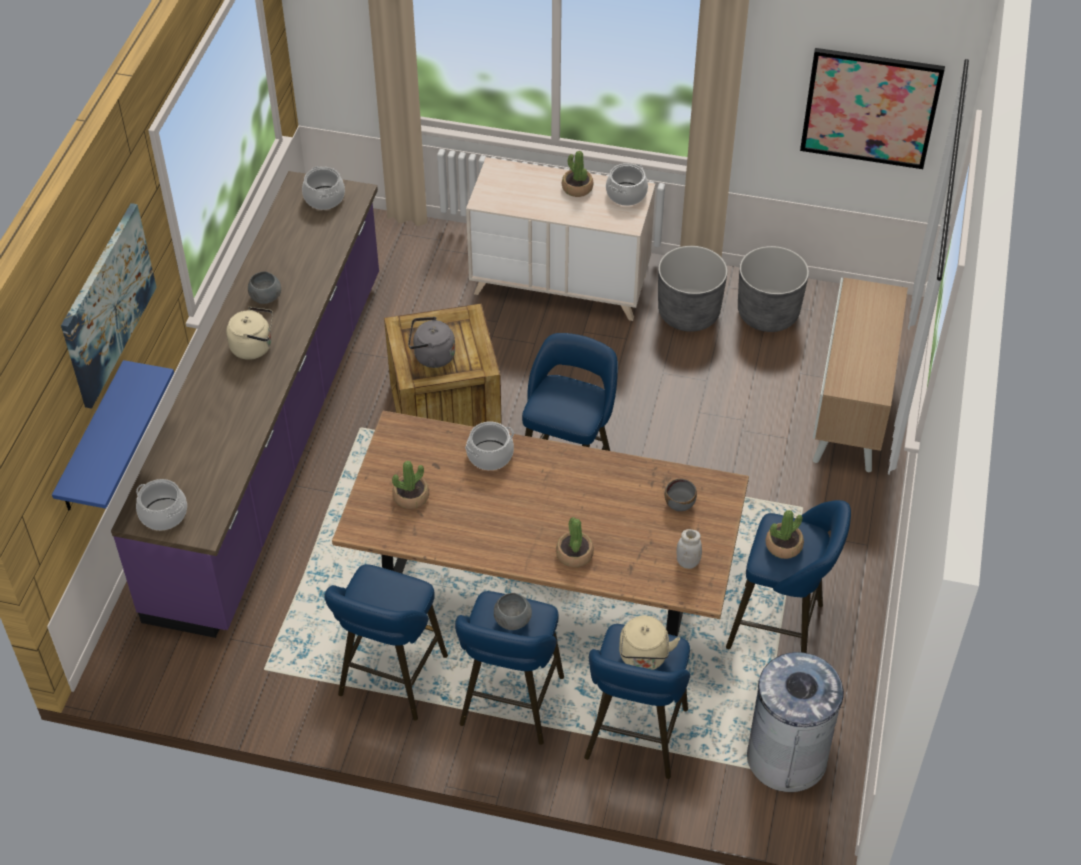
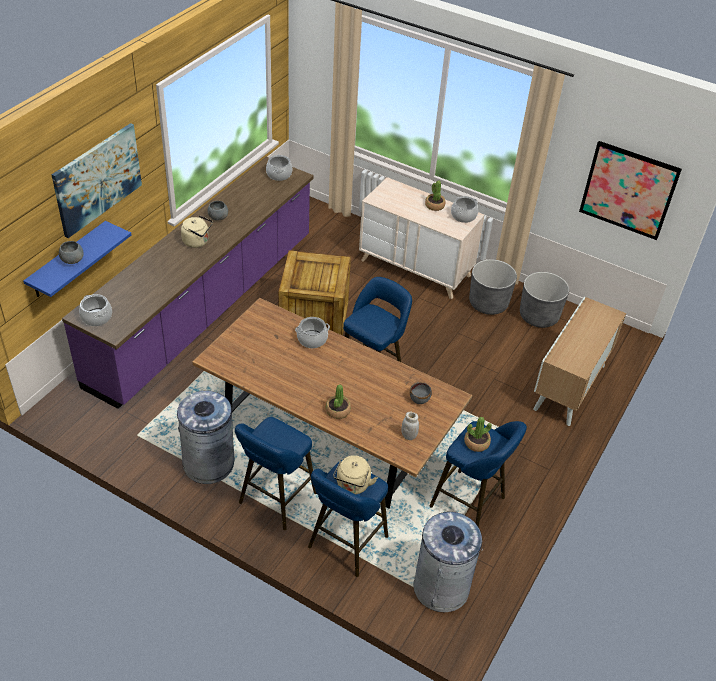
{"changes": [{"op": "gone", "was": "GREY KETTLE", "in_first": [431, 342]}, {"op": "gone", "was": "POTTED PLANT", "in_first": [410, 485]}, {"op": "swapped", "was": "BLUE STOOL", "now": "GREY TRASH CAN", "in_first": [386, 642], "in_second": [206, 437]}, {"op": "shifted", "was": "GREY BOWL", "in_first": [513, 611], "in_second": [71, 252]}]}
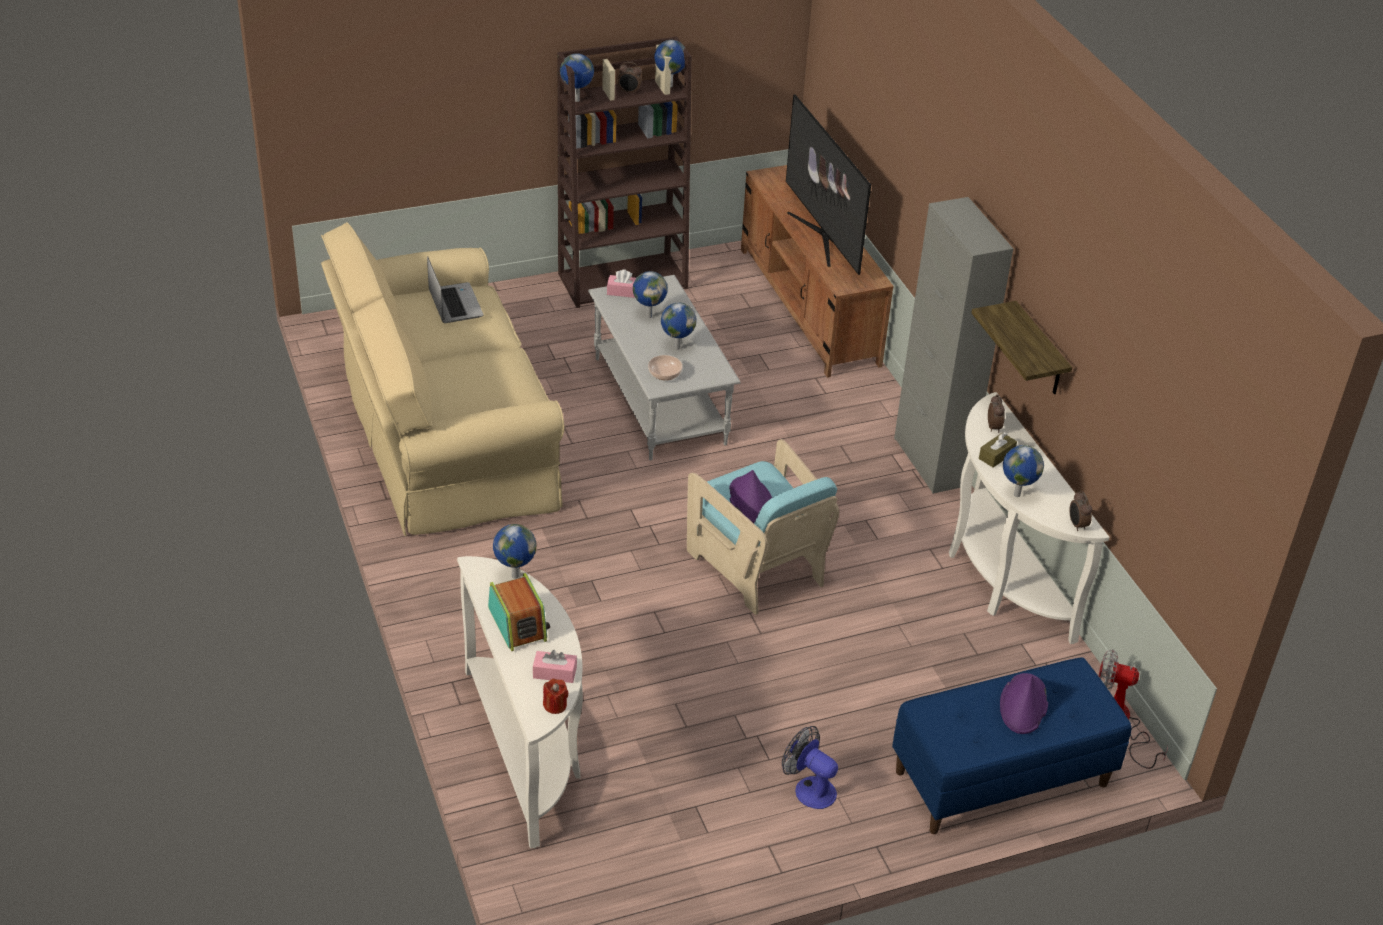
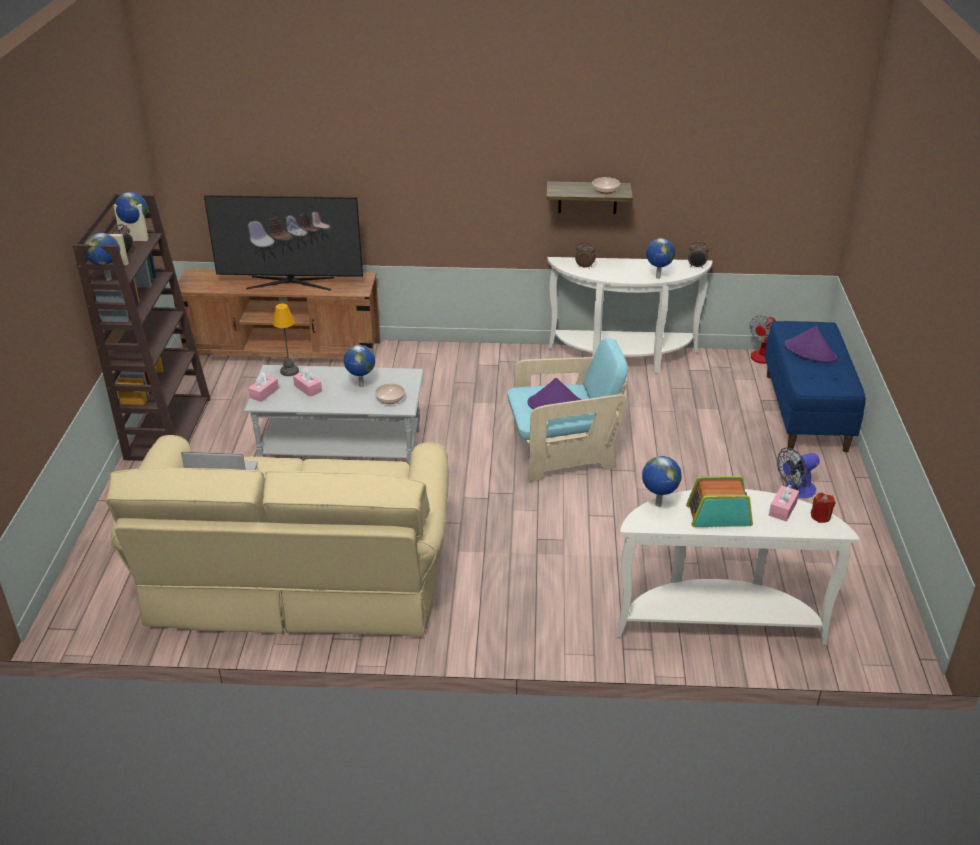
{"changes": [{"op": "gone", "was": "GREY CABINET", "in_first": [953, 345]}, {"op": "swapped", "was": "GLOBE", "now": "PINK TISSUE BOX", "in_first": [650, 294], "in_second": [307, 382]}, {"op": "gone", "was": "BROWN TISSUE BOX", "in_first": [998, 450]}, {"op": "new", "now": "BOWL", "in_second": [606, 185]}, {"op": "new", "now": "TABLE LAMP", "in_second": [285, 339]}]}
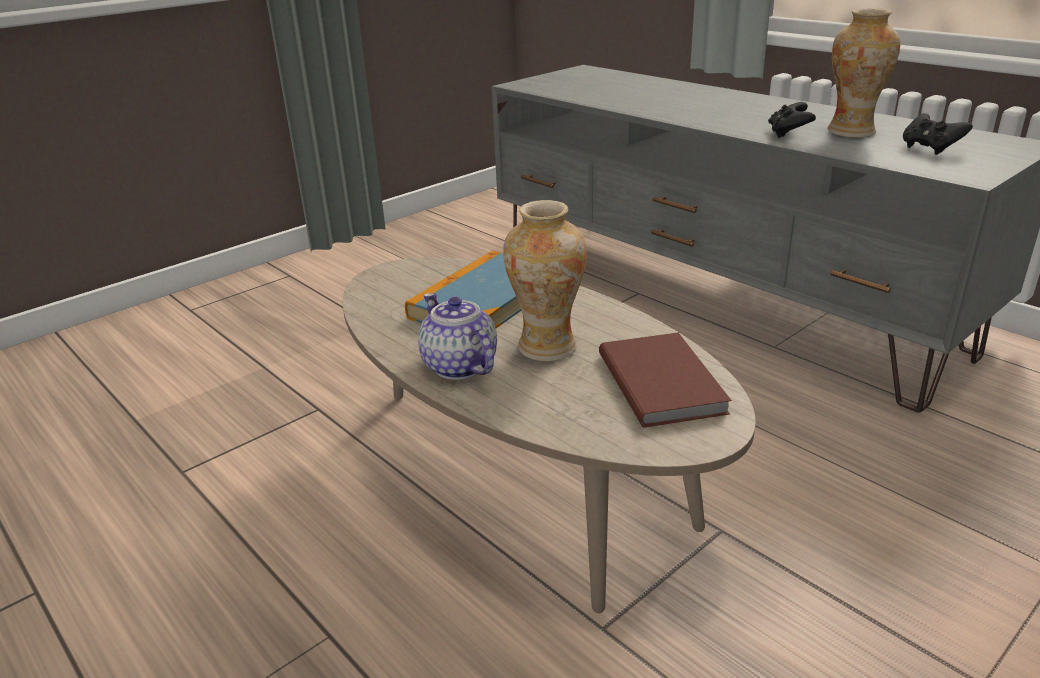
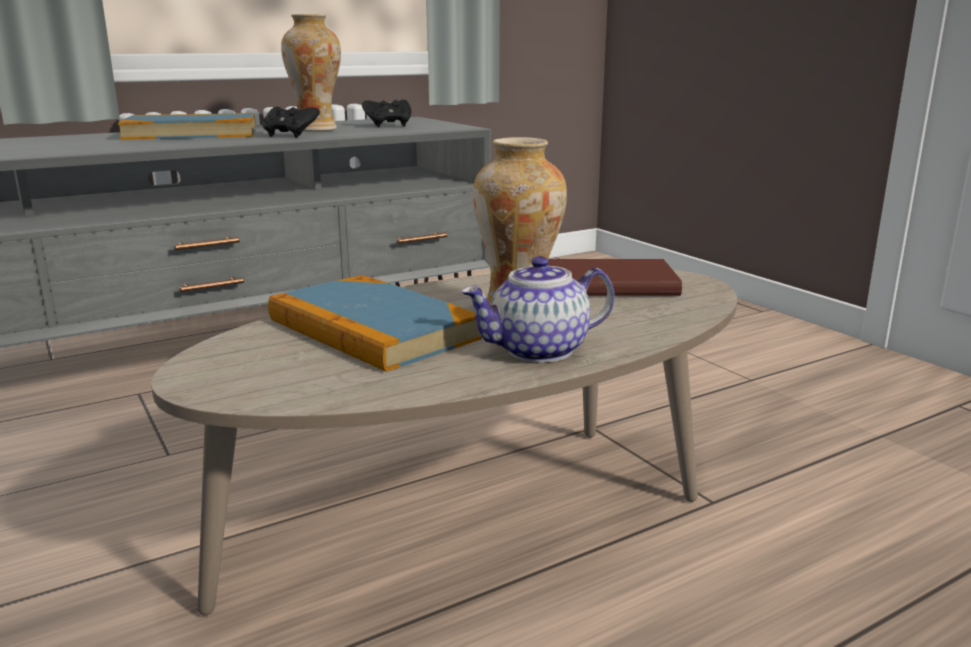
{"changes": [{"op": "new", "now": "BOOK", "in_second": [187, 126]}]}
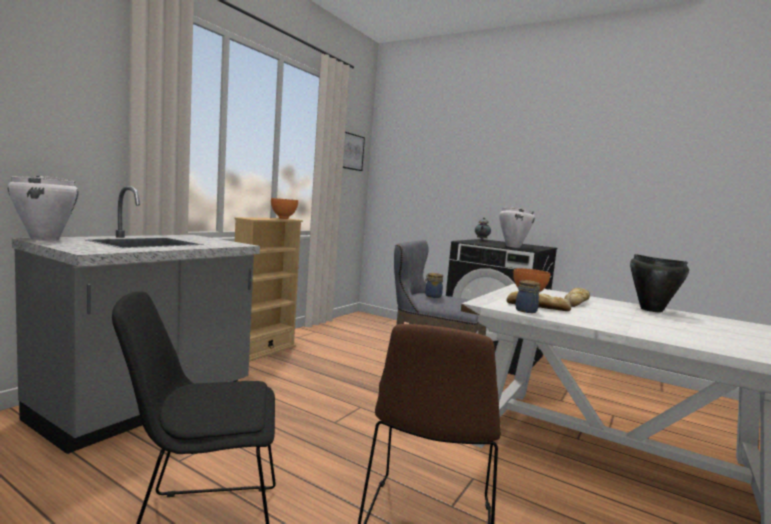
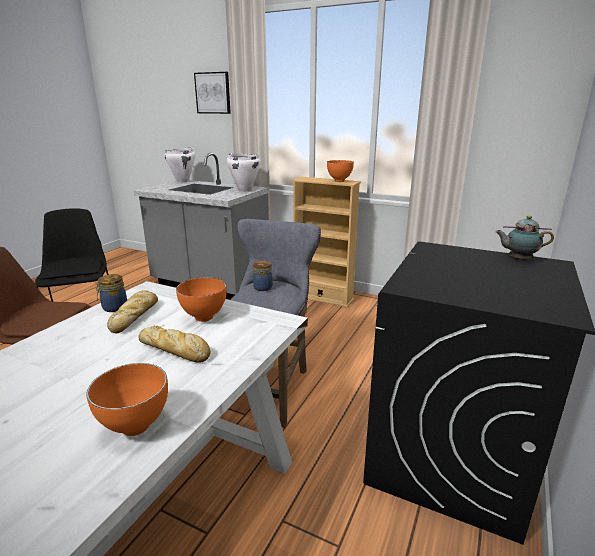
{"changes": [{"op": "shifted", "was": "PICTURE", "in_first": [354, 151], "in_second": [212, 93]}, {"op": "shifted", "was": "WHITE COOKING POT", "in_first": [517, 228], "in_second": [244, 172]}, {"op": "swapped", "was": "BLACK COOKING POT", "now": "ORANGE BOWL", "in_first": [659, 283], "in_second": [127, 399]}]}
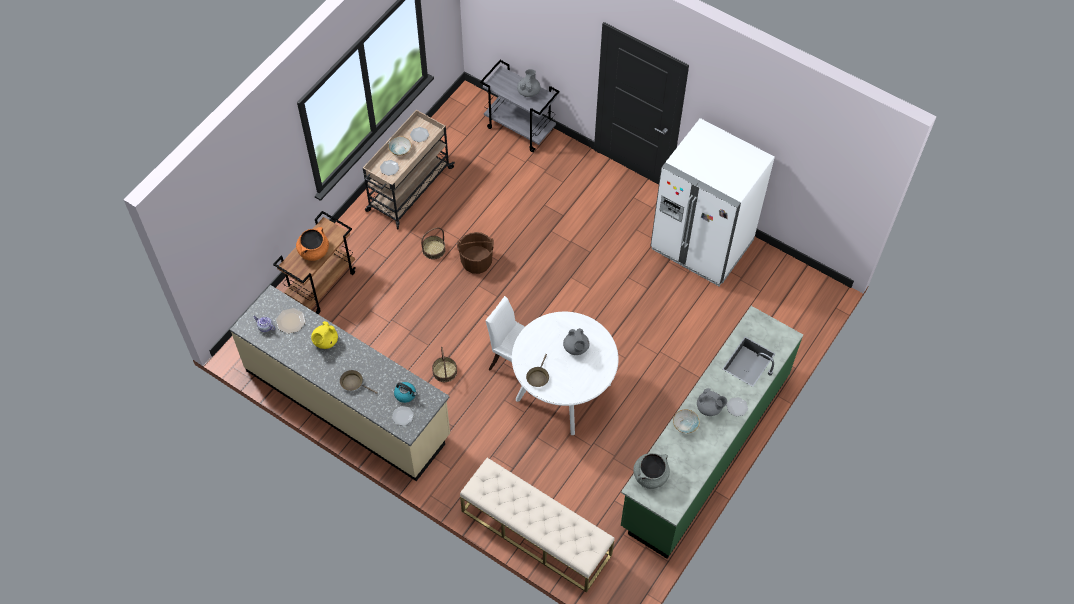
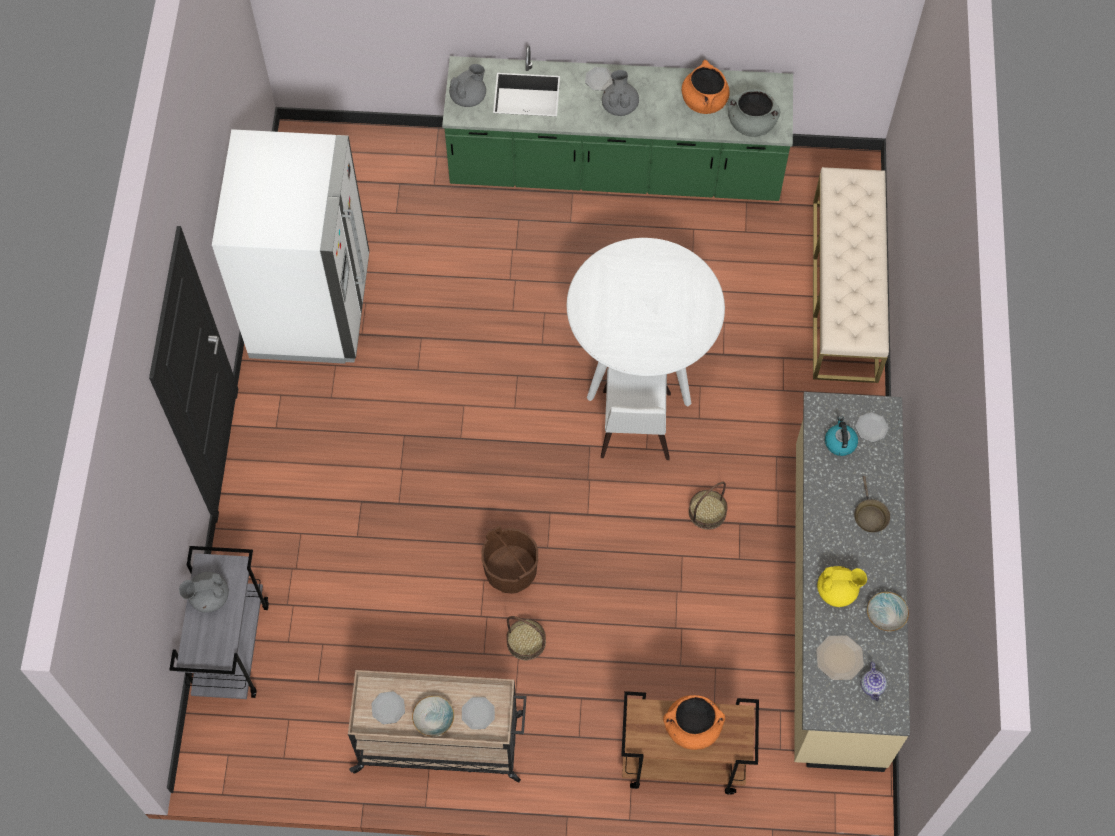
{"changes": [{"op": "shifted", "was": "GREY TEAPOT", "in_first": [576, 341], "in_second": [467, 85]}, {"op": "gone", "was": "BROWN FRYING PAN", "in_first": [537, 370]}, {"op": "shifted", "was": "BOWL", "in_first": [686, 421], "in_second": [888, 611]}, {"op": "new", "now": "ORANGE COOKING POT", "in_second": [706, 87]}]}
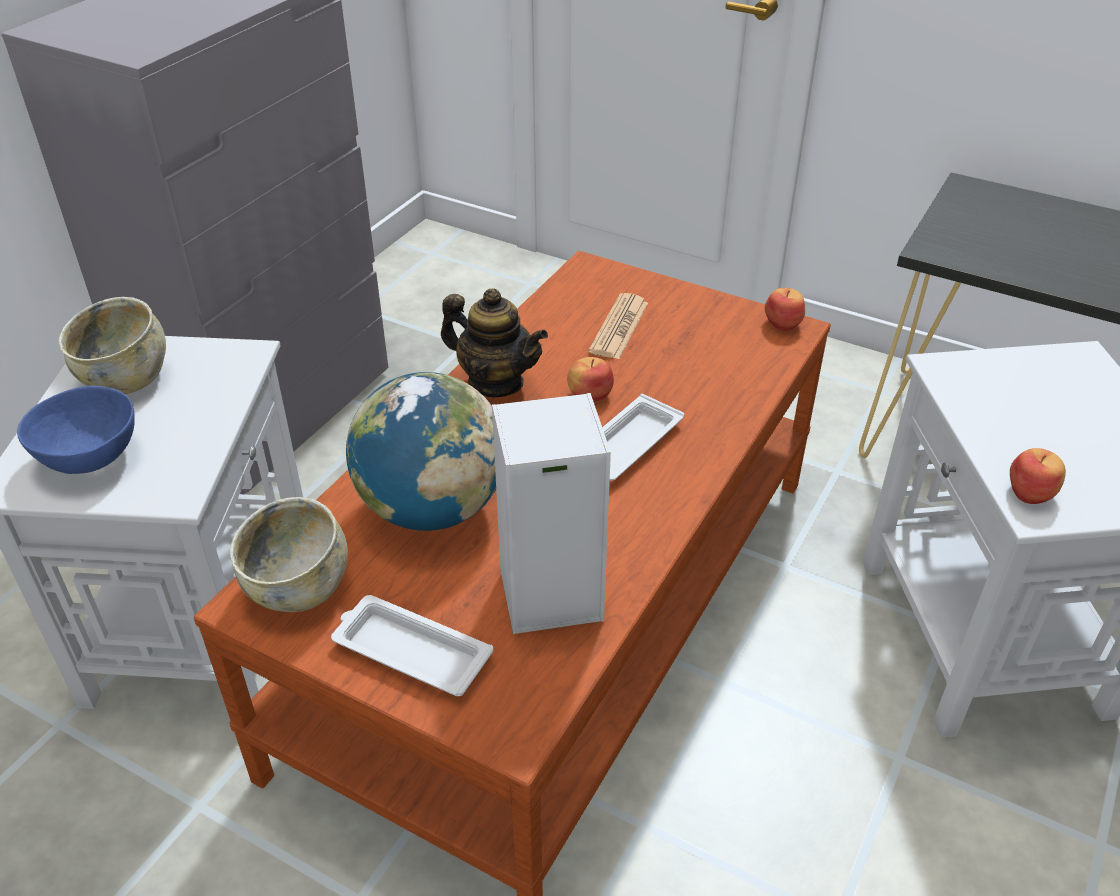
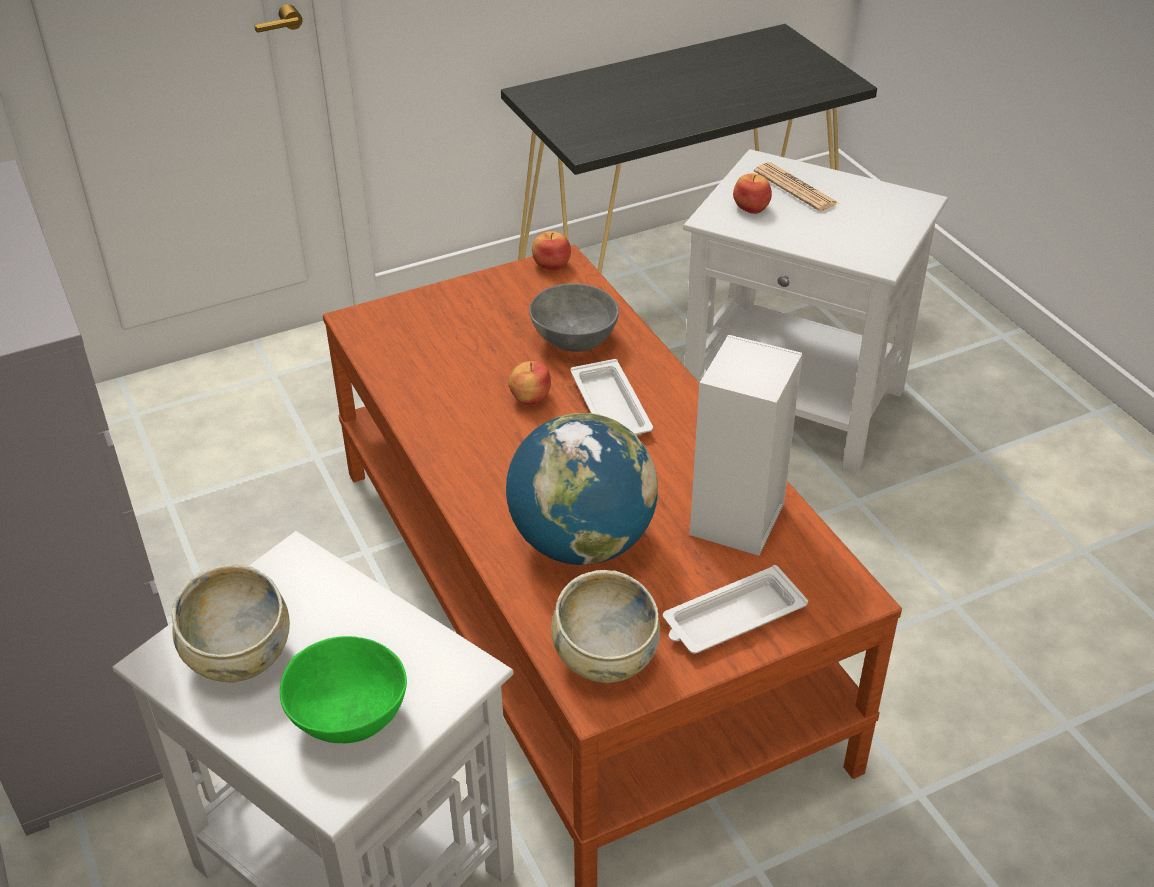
{"changes": [{"op": "gone", "was": "TEAPOT", "in_first": [494, 342]}, {"op": "shifted", "was": "NEWSPAPER", "in_first": [618, 326], "in_second": [796, 186]}, {"op": "repainted", "was": "BLUE BOWL", "now": "GREEN BOWL", "in_first": [76, 429], "in_second": [343, 689]}, {"op": "shifted", "was": "APPLE", "in_first": [1038, 476], "in_second": [752, 194]}, {"op": "new", "now": "GREY BOWL", "in_second": [574, 317]}]}
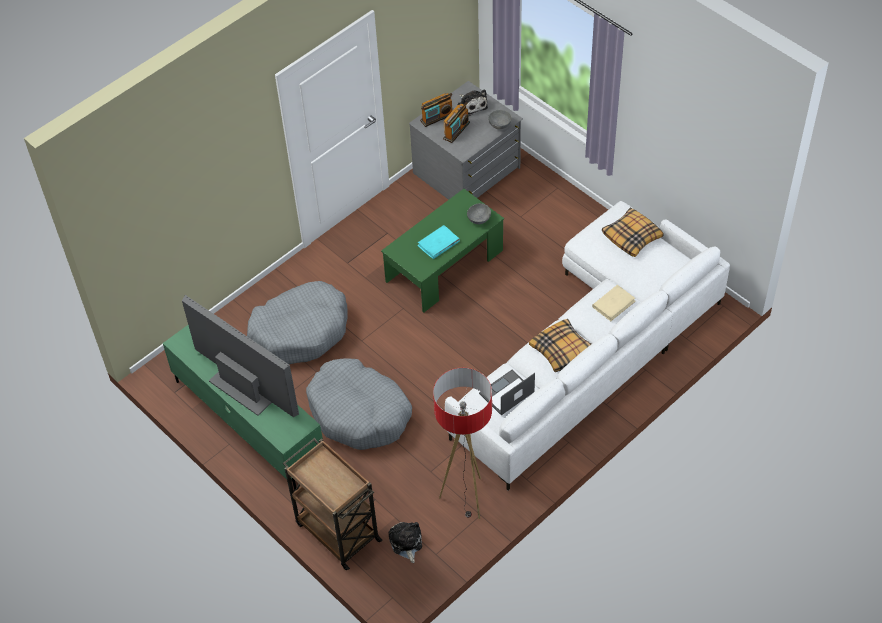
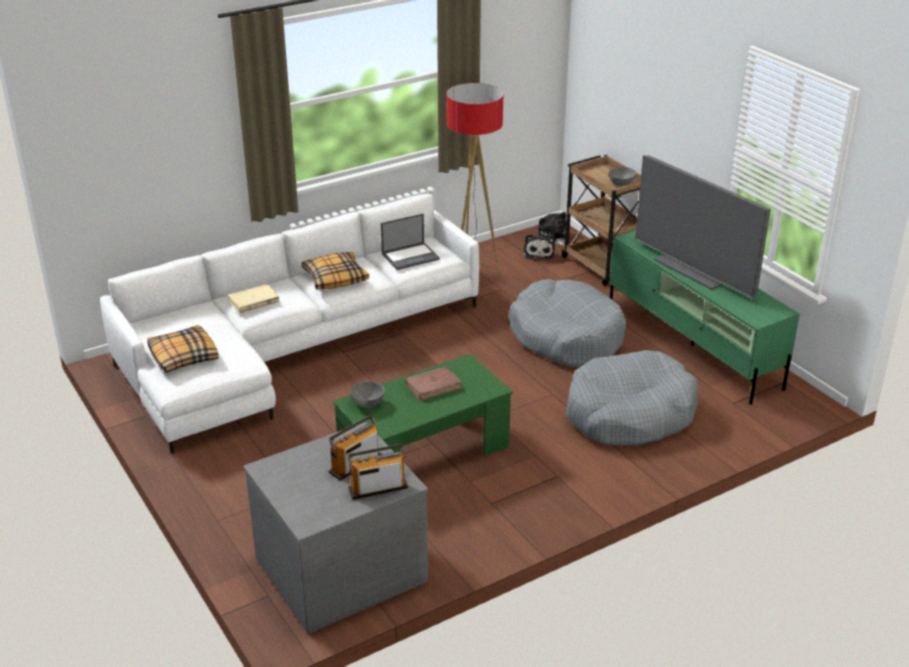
{"changes": [{"op": "shifted", "was": "PLUSH TOY", "in_first": [473, 103], "in_second": [554, 229]}, {"op": "shifted", "was": "GREY BOWL", "in_first": [500, 119], "in_second": [622, 176]}, {"op": "repainted", "was": "TURQUOISE BOOK", "now": "BROWN BOOK", "in_first": [438, 242], "in_second": [434, 383]}]}
